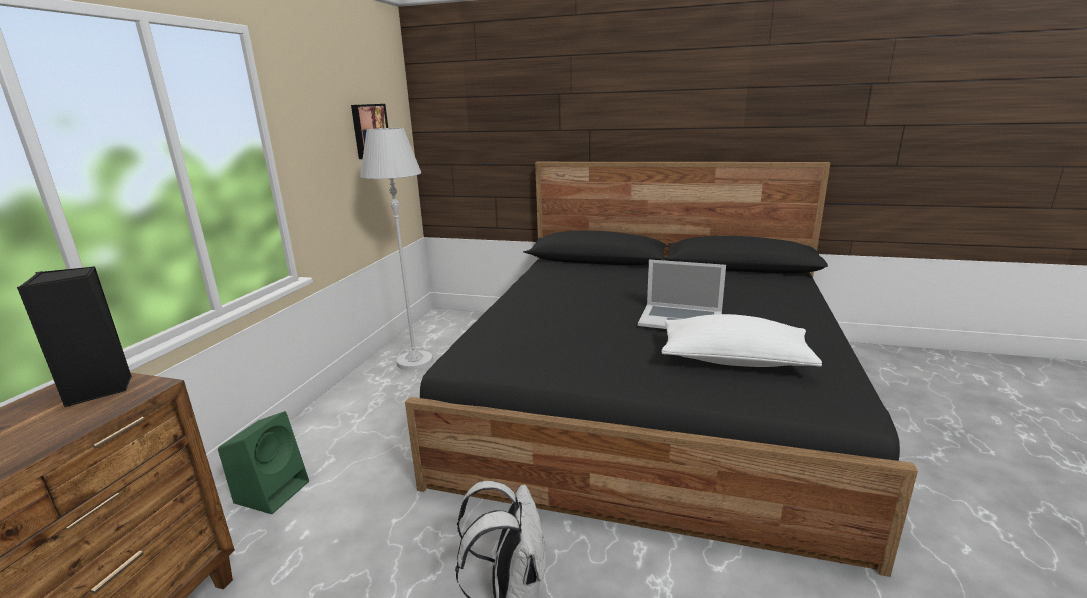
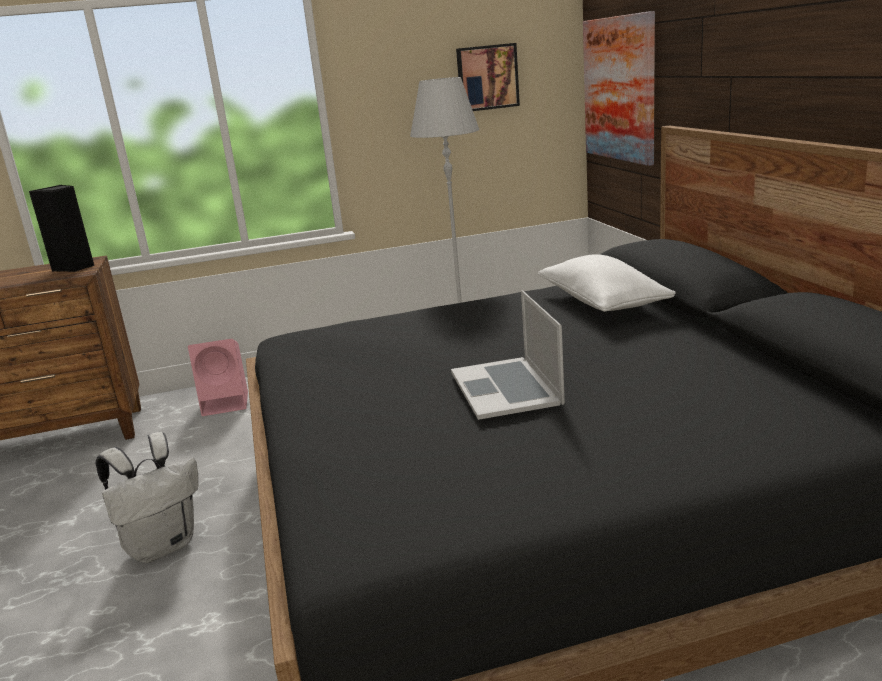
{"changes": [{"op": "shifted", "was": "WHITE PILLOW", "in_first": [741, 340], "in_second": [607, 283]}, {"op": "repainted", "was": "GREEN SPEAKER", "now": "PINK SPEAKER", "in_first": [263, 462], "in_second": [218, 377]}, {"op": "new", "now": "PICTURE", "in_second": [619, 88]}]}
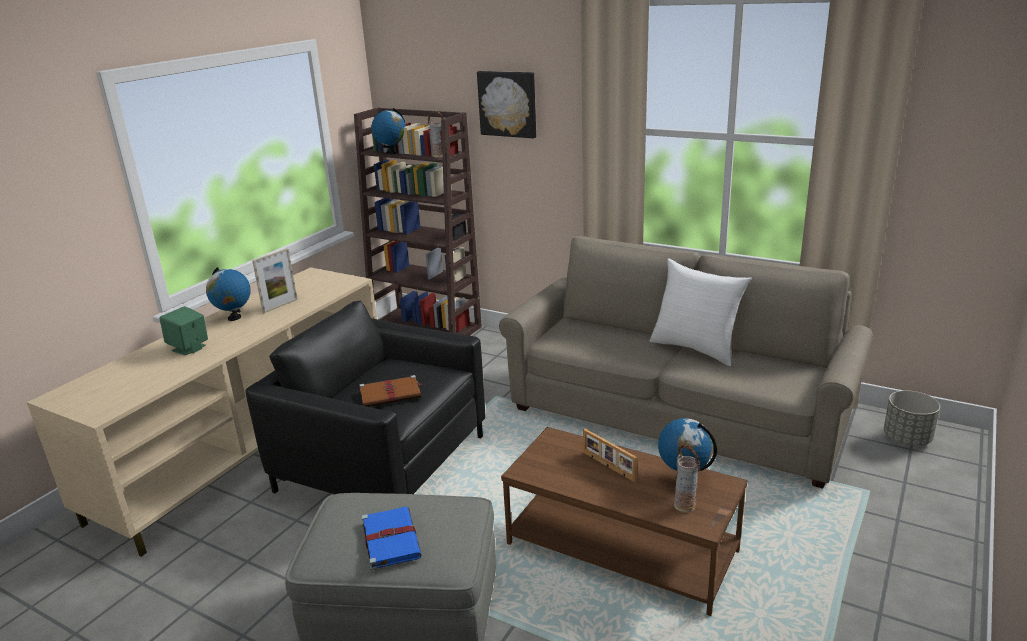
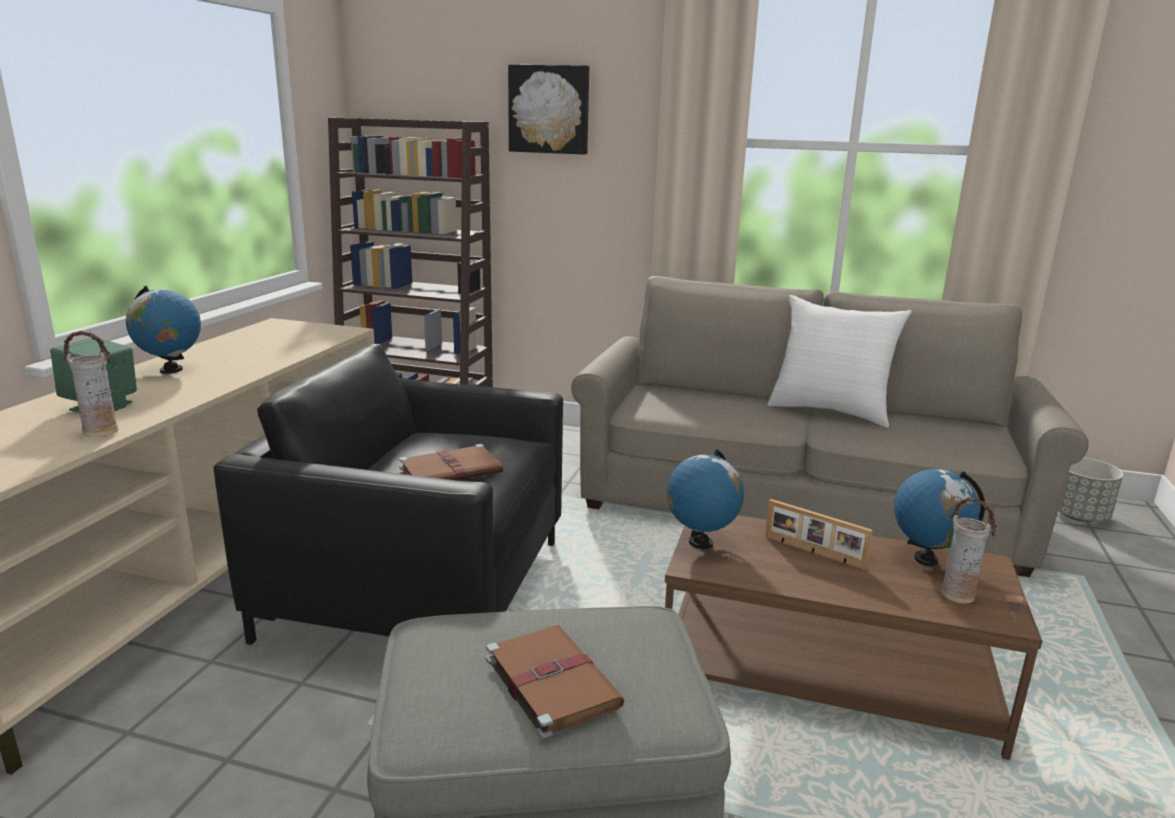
{"changes": [{"op": "shifted", "was": "GLOBE", "in_first": [388, 131], "in_second": [705, 499]}, {"op": "shifted", "was": "VASE", "in_first": [436, 134], "in_second": [91, 384]}, {"op": "gone", "was": "PICTURE FRAME", "in_first": [275, 280]}, {"op": "repainted", "was": "BLUE BOOK", "now": "BROWN BOOK", "in_first": [392, 538], "in_second": [555, 682]}]}
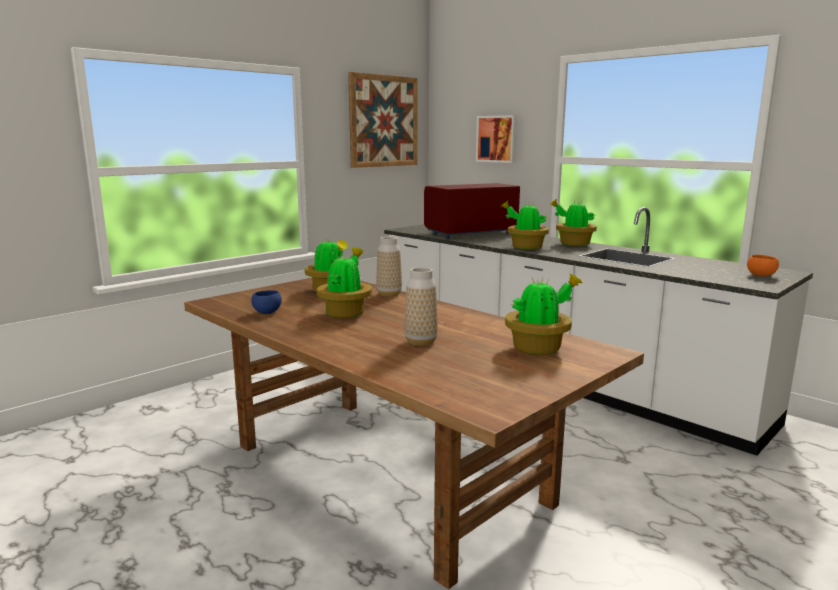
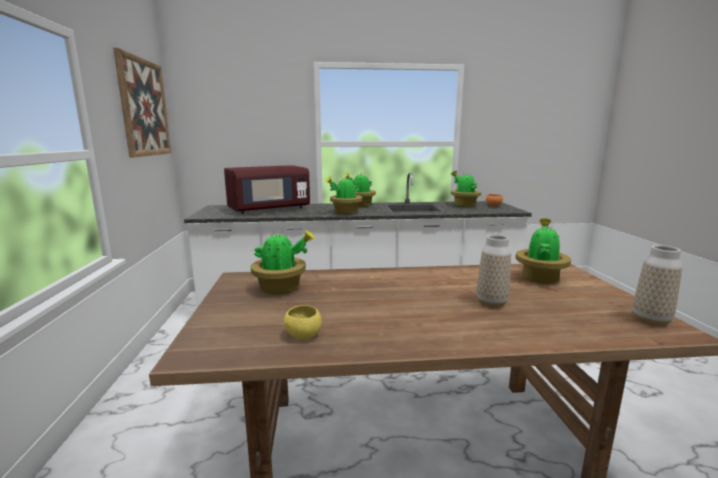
{"changes": [{"op": "gone", "was": "PICTURE", "in_first": [496, 139]}, {"op": "rotated", "was": "RED MICROWAVE", "in_first": [472, 211], "in_second": [267, 189], "clockwise": -135}, {"op": "shifted", "was": "VASE", "in_first": [389, 266], "in_second": [657, 285]}, {"op": "shifted", "was": "POTTED PLANT", "in_first": [344, 282], "in_second": [466, 189]}, {"op": "repainted", "was": "BLUE BOWL", "now": "YELLOW BOWL", "in_first": [266, 302], "in_second": [303, 322]}]}
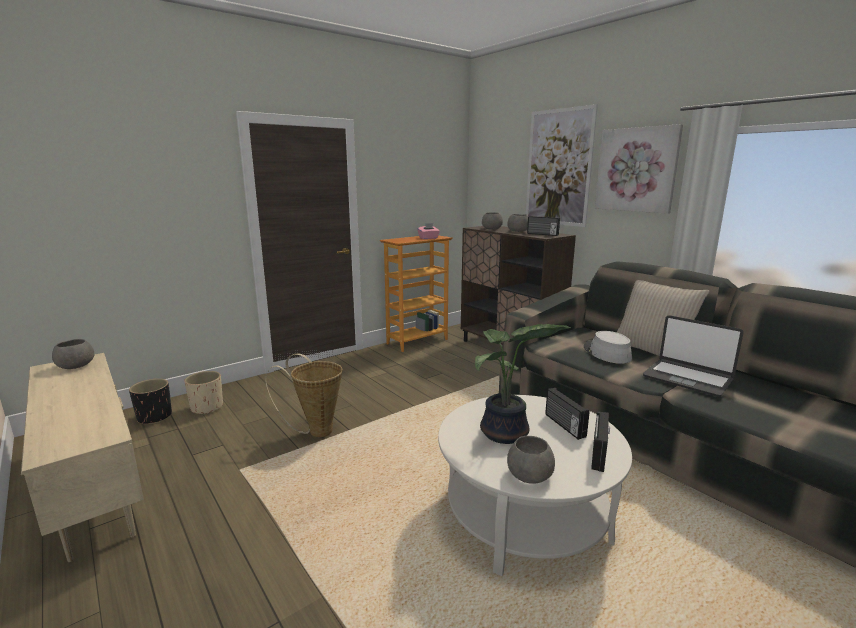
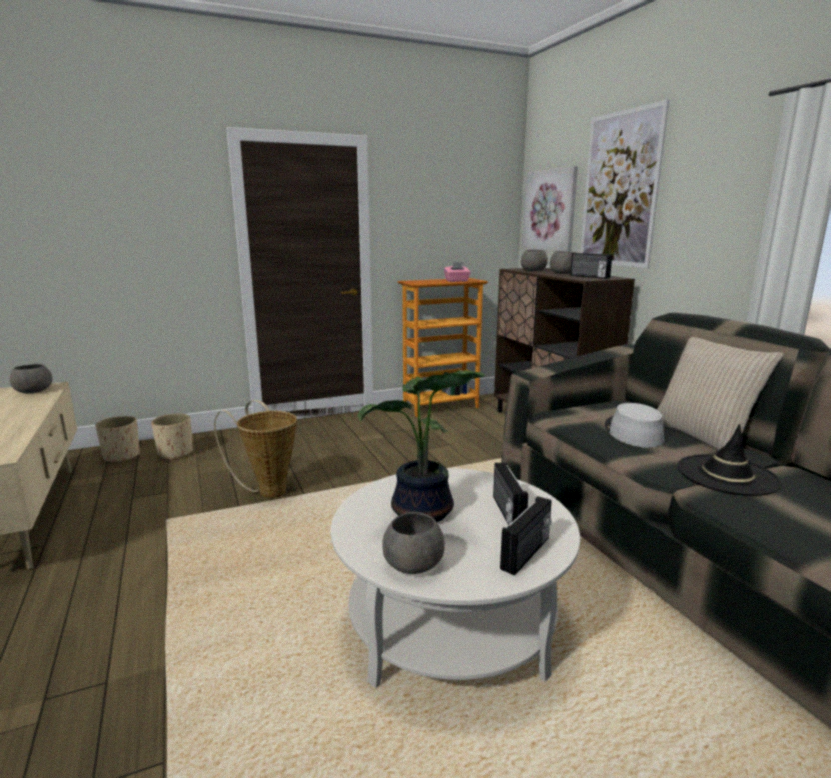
{"changes": [{"op": "shifted", "was": "PICTURE", "in_first": [639, 169], "in_second": [550, 209]}, {"op": "swapped", "was": "LAPTOP", "now": "BLACK HAT", "in_first": [693, 356], "in_second": [729, 460]}, {"op": "repainted", "was": "BLACK PLANTER", "now": "BEIGE PLANTER", "in_first": [150, 401], "in_second": [117, 439]}]}
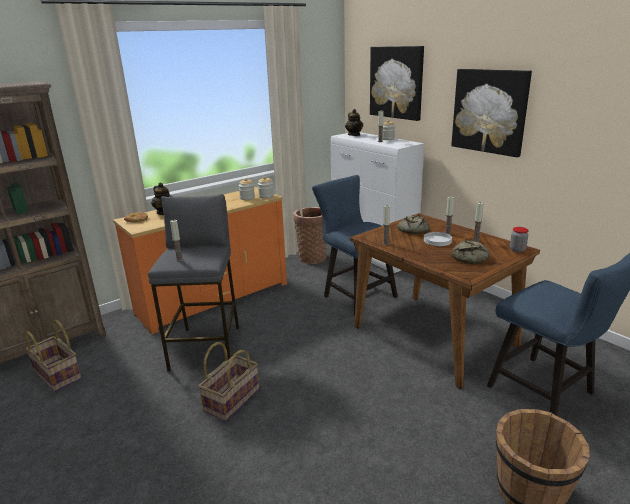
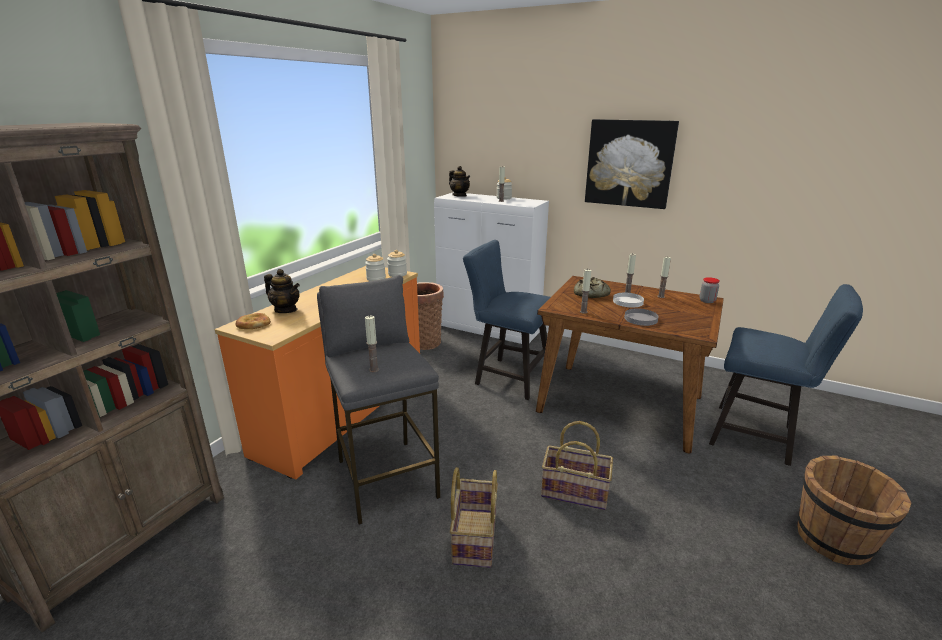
{"changes": [{"op": "gone", "was": "PICTURE", "in_first": [397, 83]}, {"op": "gone", "was": "BREAD", "in_first": [470, 252]}, {"op": "shifted", "was": "BASKET", "in_first": [53, 356], "in_second": [577, 465]}, {"op": "new", "now": "GREY PLATE", "in_second": [641, 317]}]}
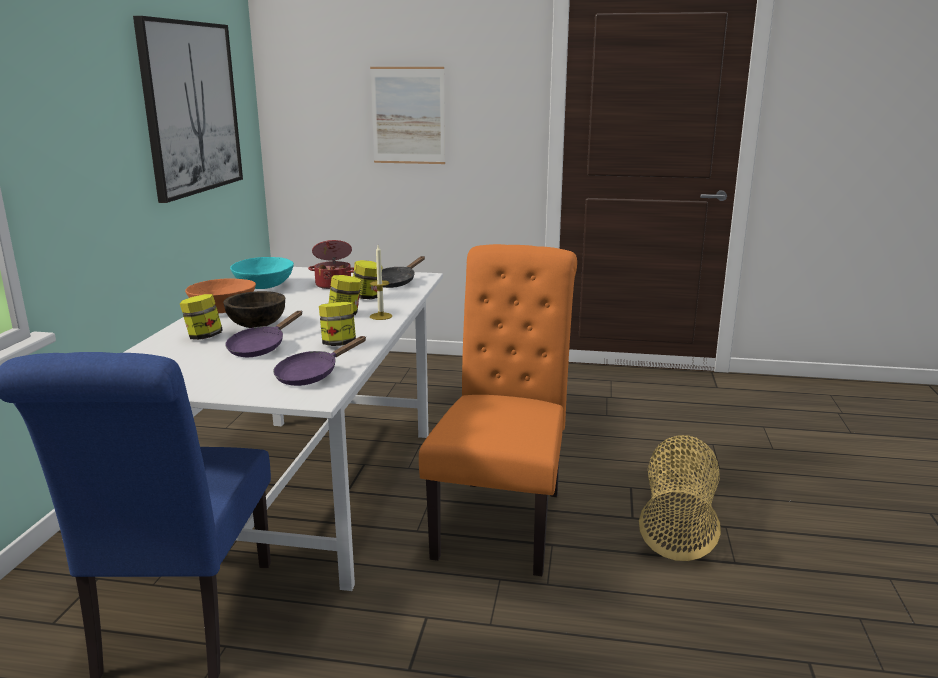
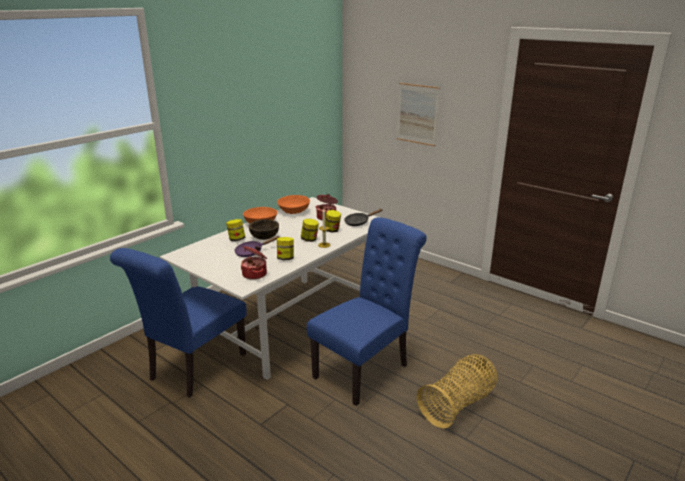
{"changes": [{"op": "gone", "was": "PICTURE", "in_first": [188, 109]}, {"op": "repainted", "was": "ORANGE CHAIR", "now": "BLUE CHAIR", "in_first": [498, 410], "in_second": [367, 311]}, {"op": "repainted", "was": "TURQUOISE BOWL", "now": "ORANGE BOWL", "in_first": [262, 273], "in_second": [293, 204]}, {"op": "swapped", "was": "PURPLE FRYING PAN", "now": "COOKING POT", "in_first": [319, 361], "in_second": [254, 263]}]}
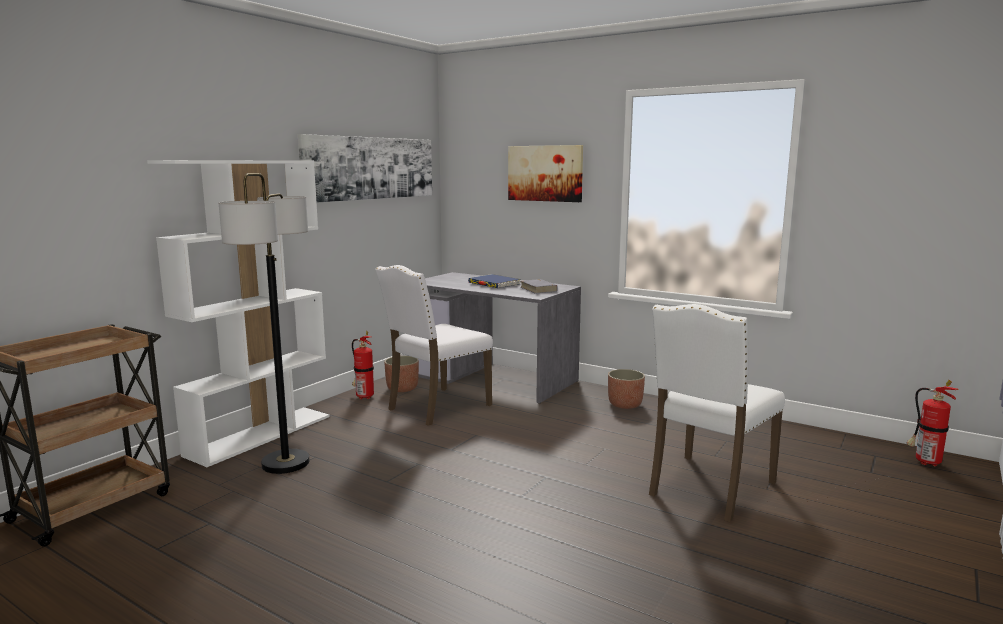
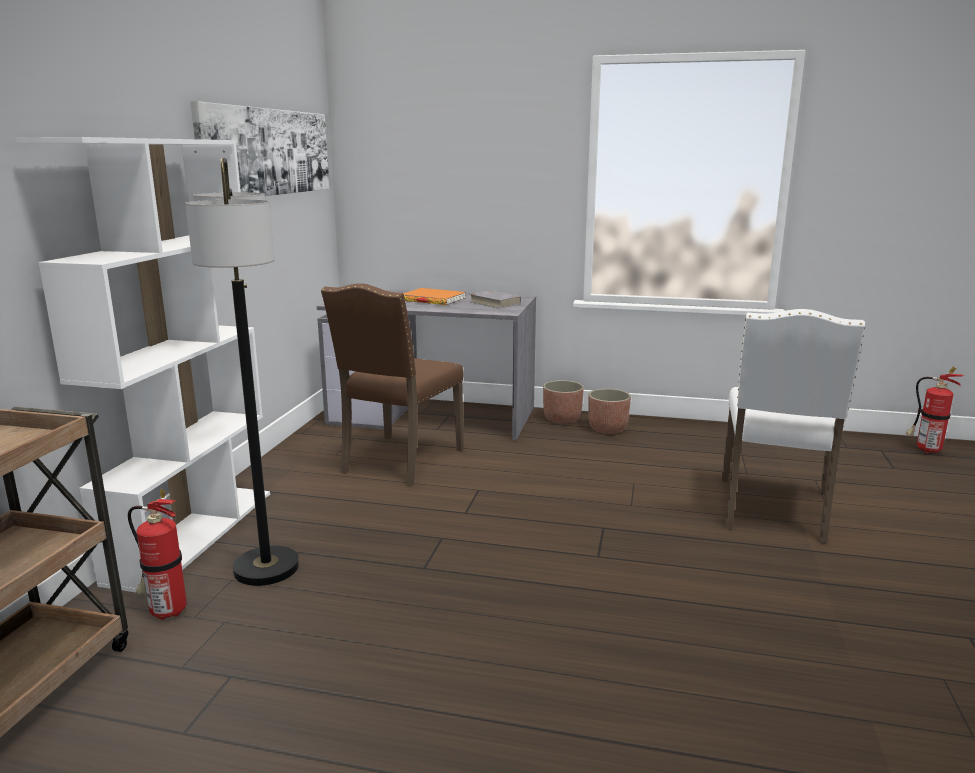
{"changes": [{"op": "gone", "was": "PICTURE", "in_first": [545, 173]}, {"op": "repainted", "was": "WHITE CHAIR", "now": "BROWN CHAIR", "in_first": [434, 345], "in_second": [392, 385]}, {"op": "repainted", "was": "BLUE BOOK", "now": "ORANGE BOOK", "in_first": [494, 281], "in_second": [434, 296]}, {"op": "shifted", "was": "FIRE EXTINGUISHER", "in_first": [363, 364], "in_second": [157, 554]}, {"op": "shifted", "was": "PLANTER", "in_first": [401, 374], "in_second": [563, 402]}]}
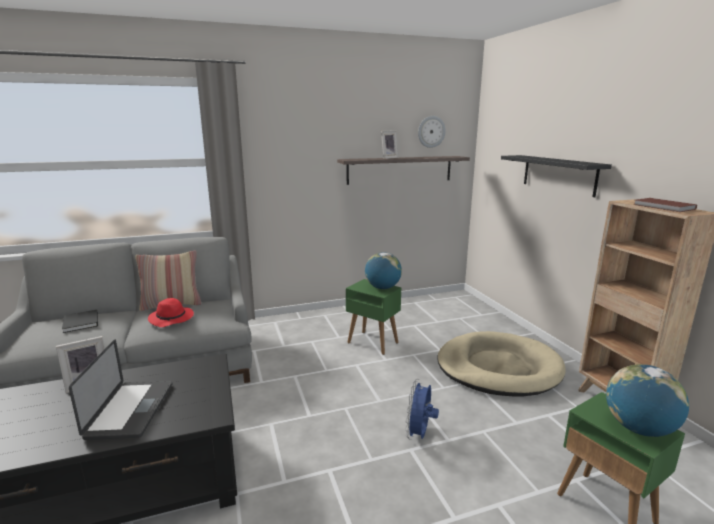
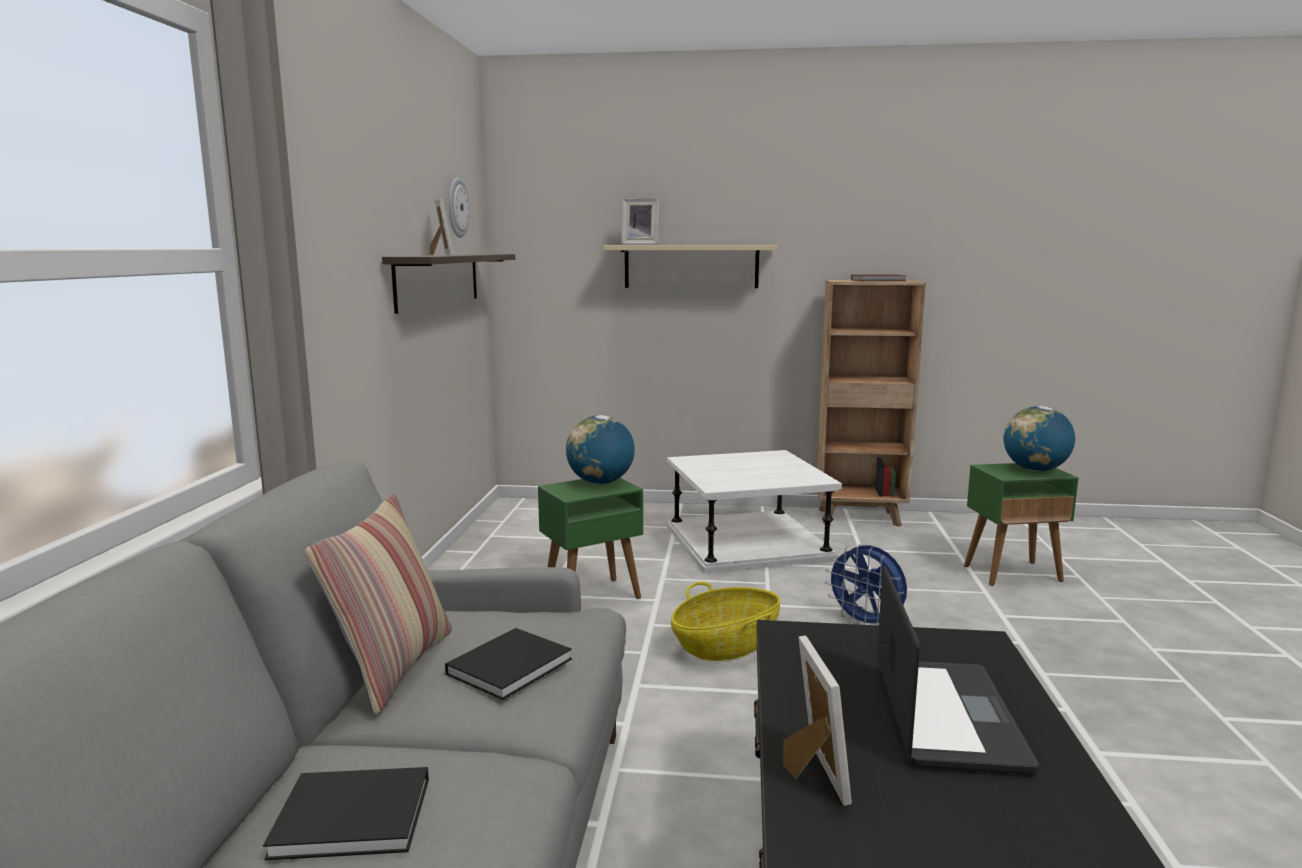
{"changes": [{"op": "repainted", "was": "BLACK SHELF", "now": "BEIGE SHELF", "in_first": [556, 176], "in_second": [690, 266]}, {"op": "swapped", "was": "RED HAT", "now": "BLACK BOOK", "in_first": [171, 312], "in_second": [508, 664]}, {"op": "swapped", "was": "BEIGE DOG BED", "now": "WHITE SIDE TABLE", "in_first": [501, 364], "in_second": [754, 511]}, {"op": "rotated", "was": "LAPTOP", "in_first": [120, 390], "in_second": [958, 670], "clockwise": 75}, {"op": "new", "now": "PICTURE FRAME", "in_second": [640, 221]}, {"op": "new", "now": "BASKET", "in_second": [725, 621]}]}
